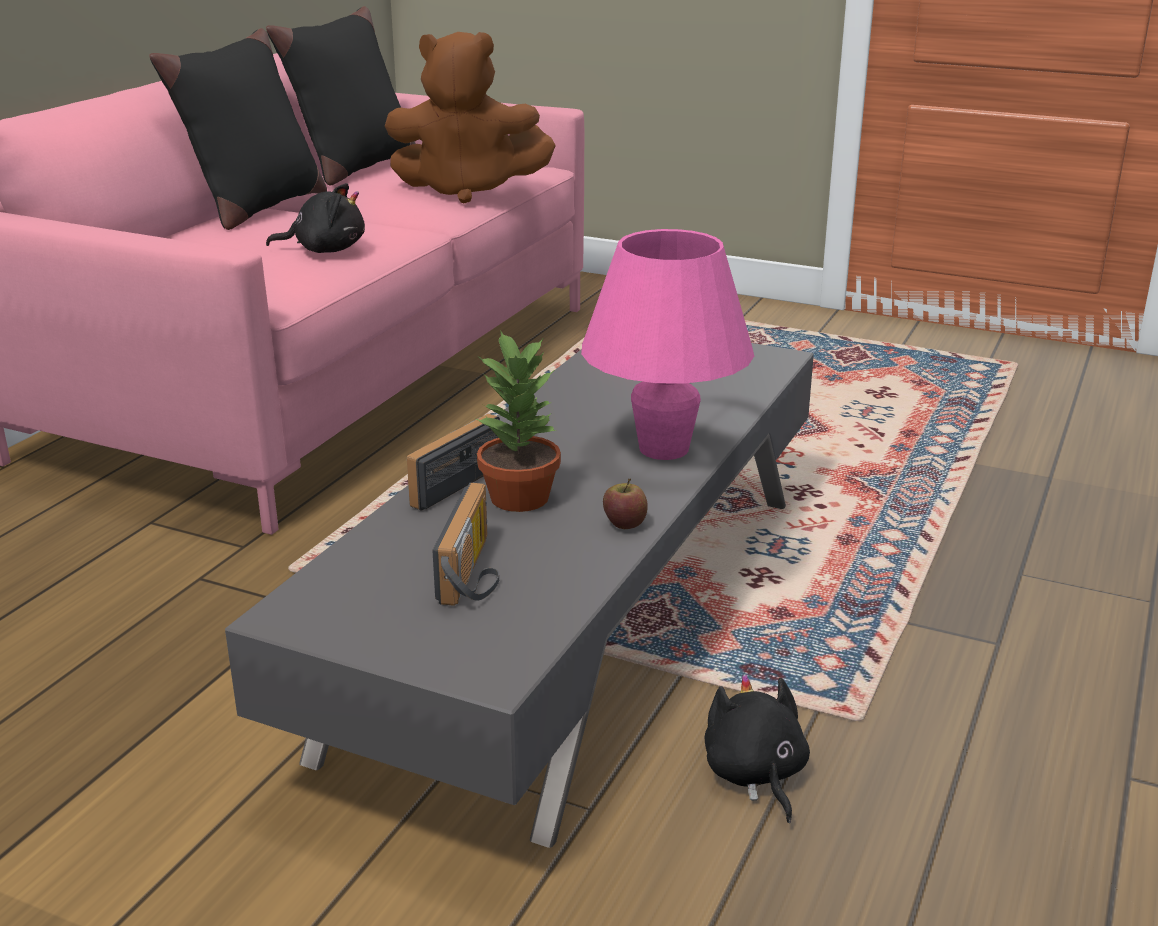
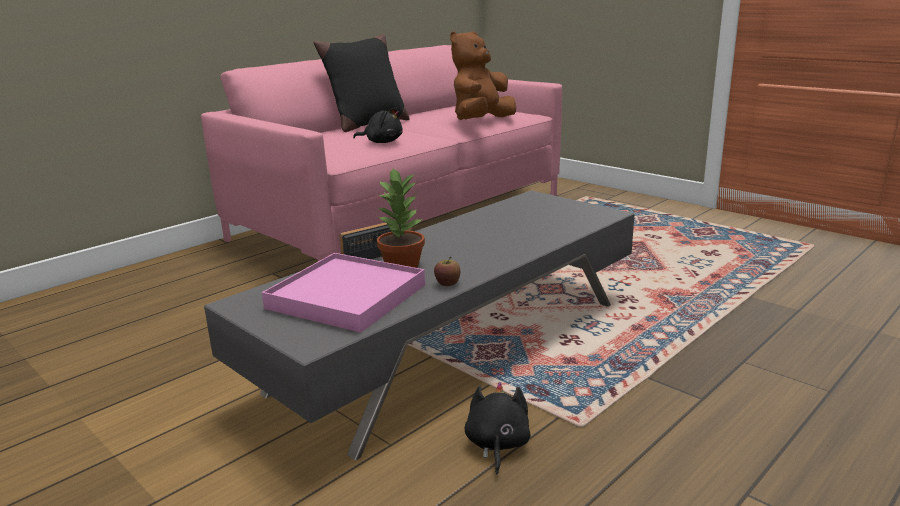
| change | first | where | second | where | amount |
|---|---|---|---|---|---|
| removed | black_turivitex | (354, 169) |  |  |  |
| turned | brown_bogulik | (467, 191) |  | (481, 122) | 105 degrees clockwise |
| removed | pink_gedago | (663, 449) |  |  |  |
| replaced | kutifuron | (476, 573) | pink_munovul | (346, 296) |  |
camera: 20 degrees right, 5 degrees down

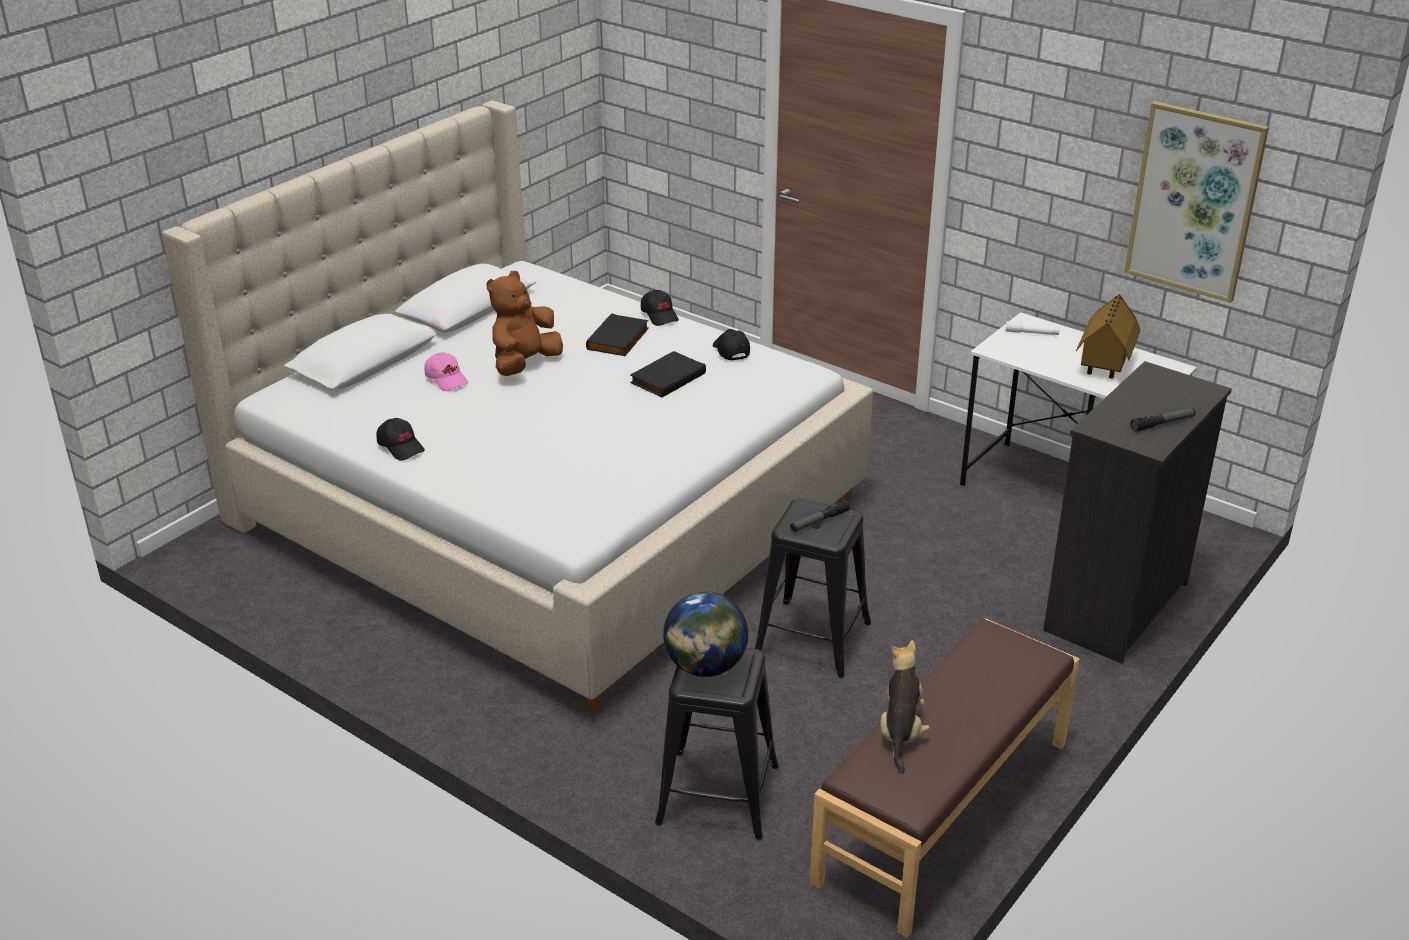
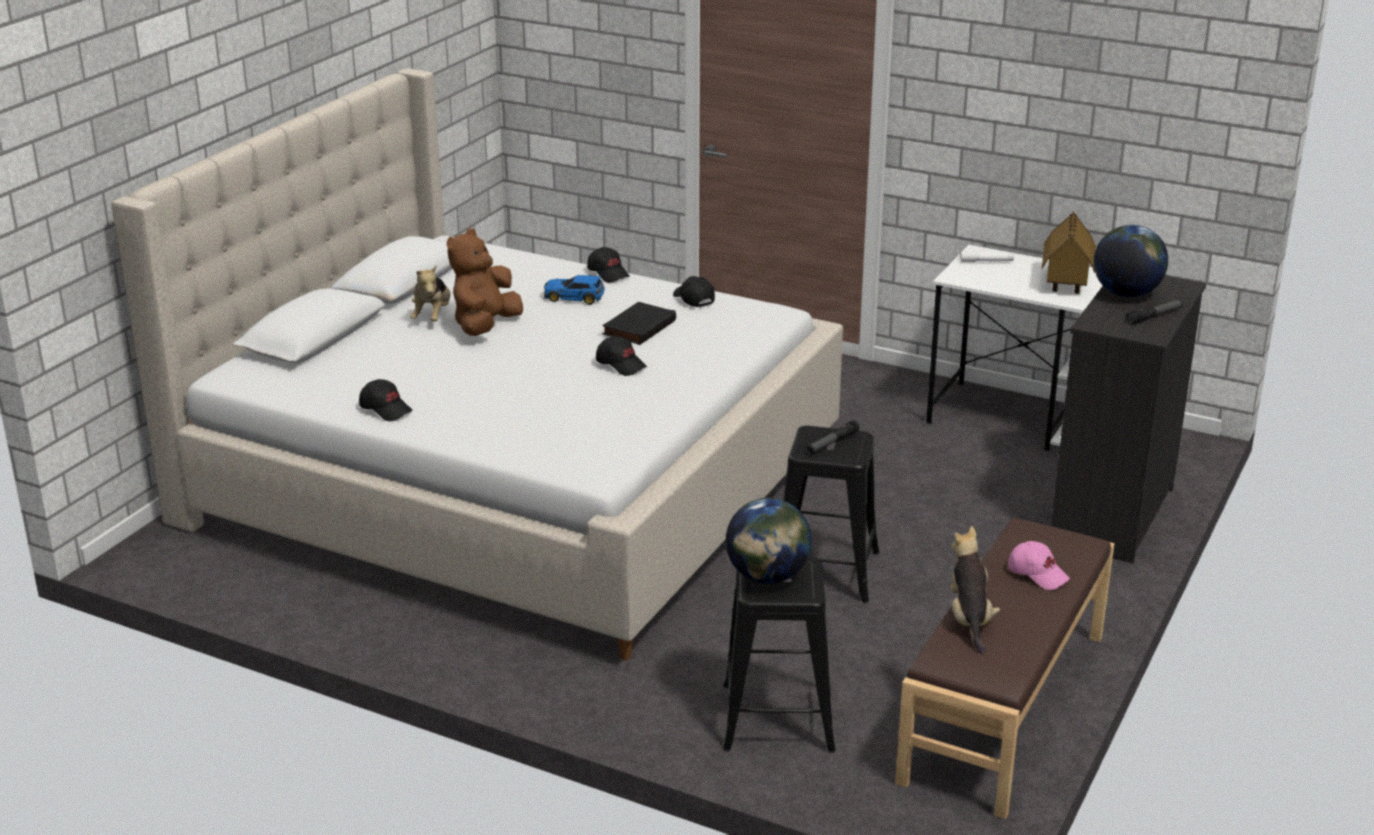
| change | first | where | second | where | amount |
|---|---|---|---|---|---|
| removed | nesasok | (1194, 201) |  |  |  |
| replaced | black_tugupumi | (619, 339) | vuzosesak | (575, 297) |  |
| moved | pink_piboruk | (447, 379) |  | (1038, 574) |  |
| added |  |  | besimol | (1126, 293) |  |
| added |  |  | bogulik | (432, 316) |  |
| added |  |  | black_piboruk | (621, 365) |  |
camera: 10 degrees left, 5 degrees down

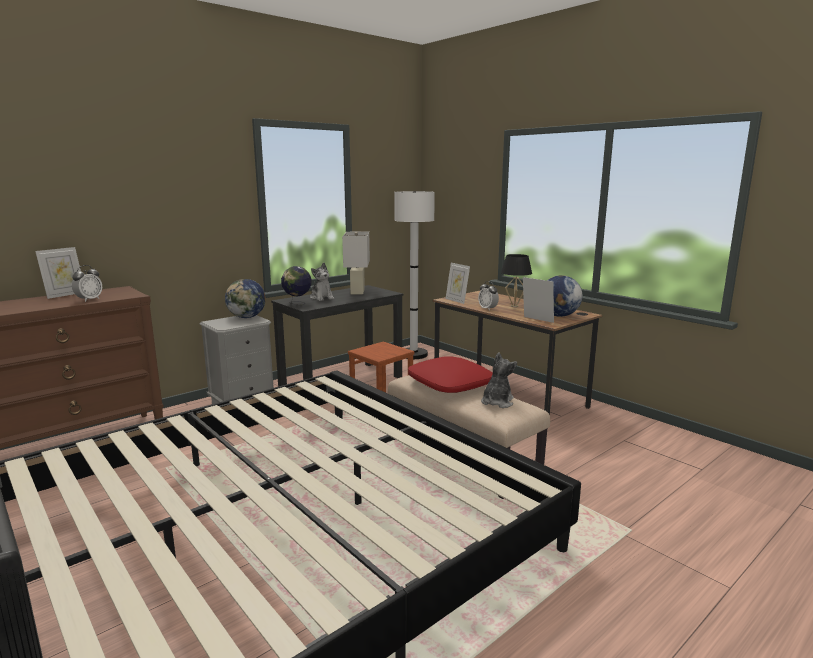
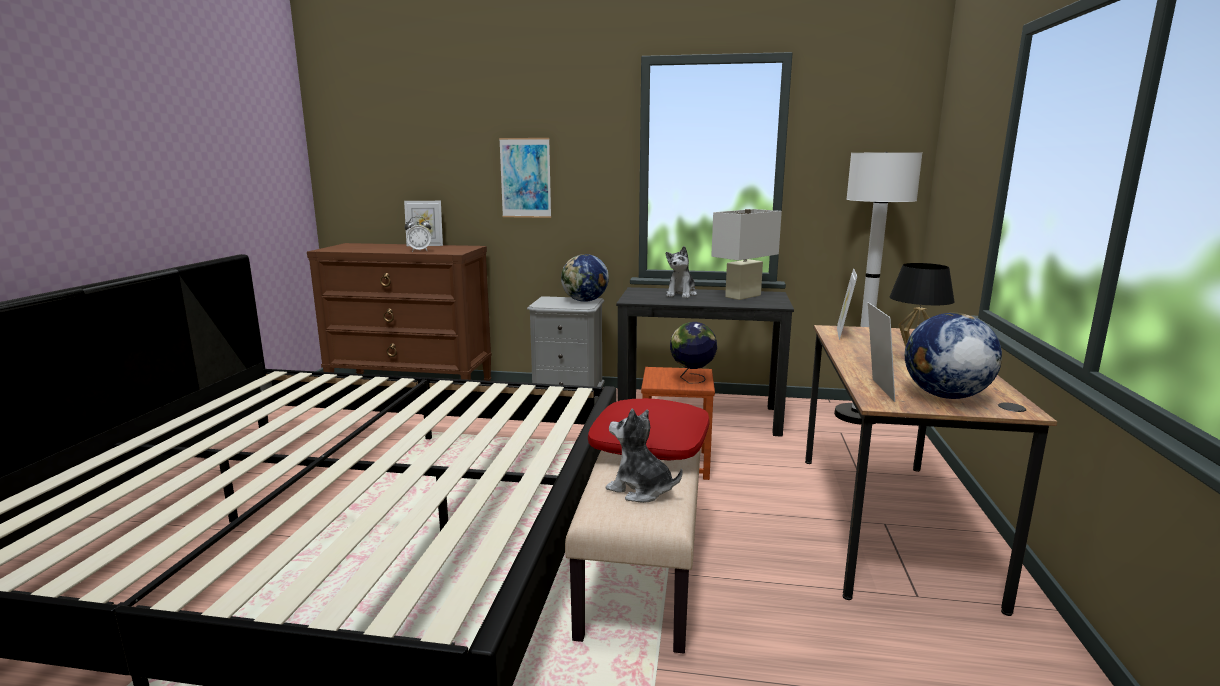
| change | first | where | second | where | amount |
|---|---|---|---|---|---|
| moved | besimol | (297, 304) |  | (692, 380) |  |
| removed | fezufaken | (488, 309) |  |  |  |
| turned | bogulik | (497, 402) |  | (640, 490) | 135 degrees counterclockwise |
| added |  |  | nesasok | (525, 178) |  |
camera: 50 degrees right, 0 degrees up

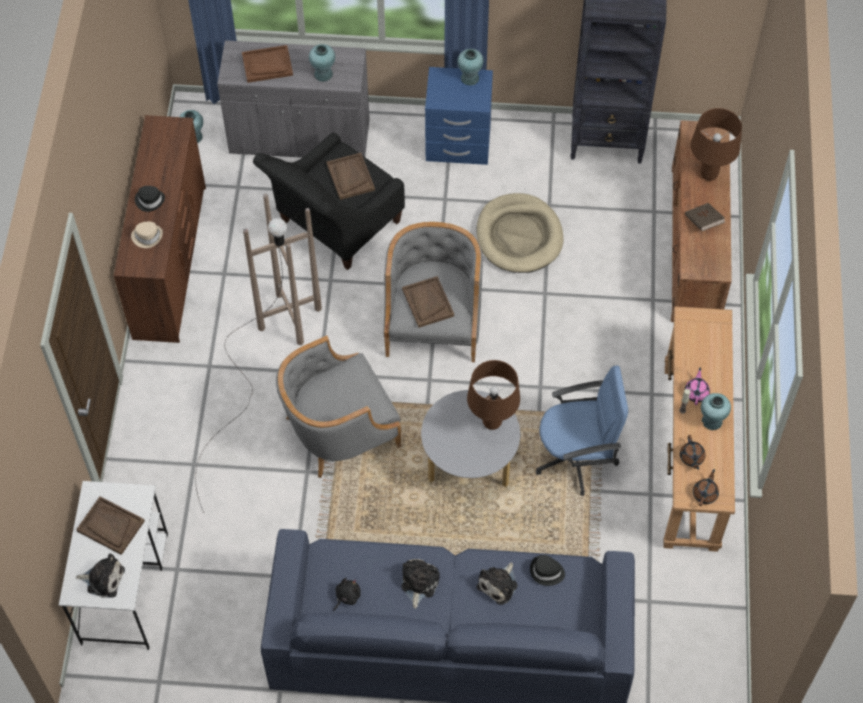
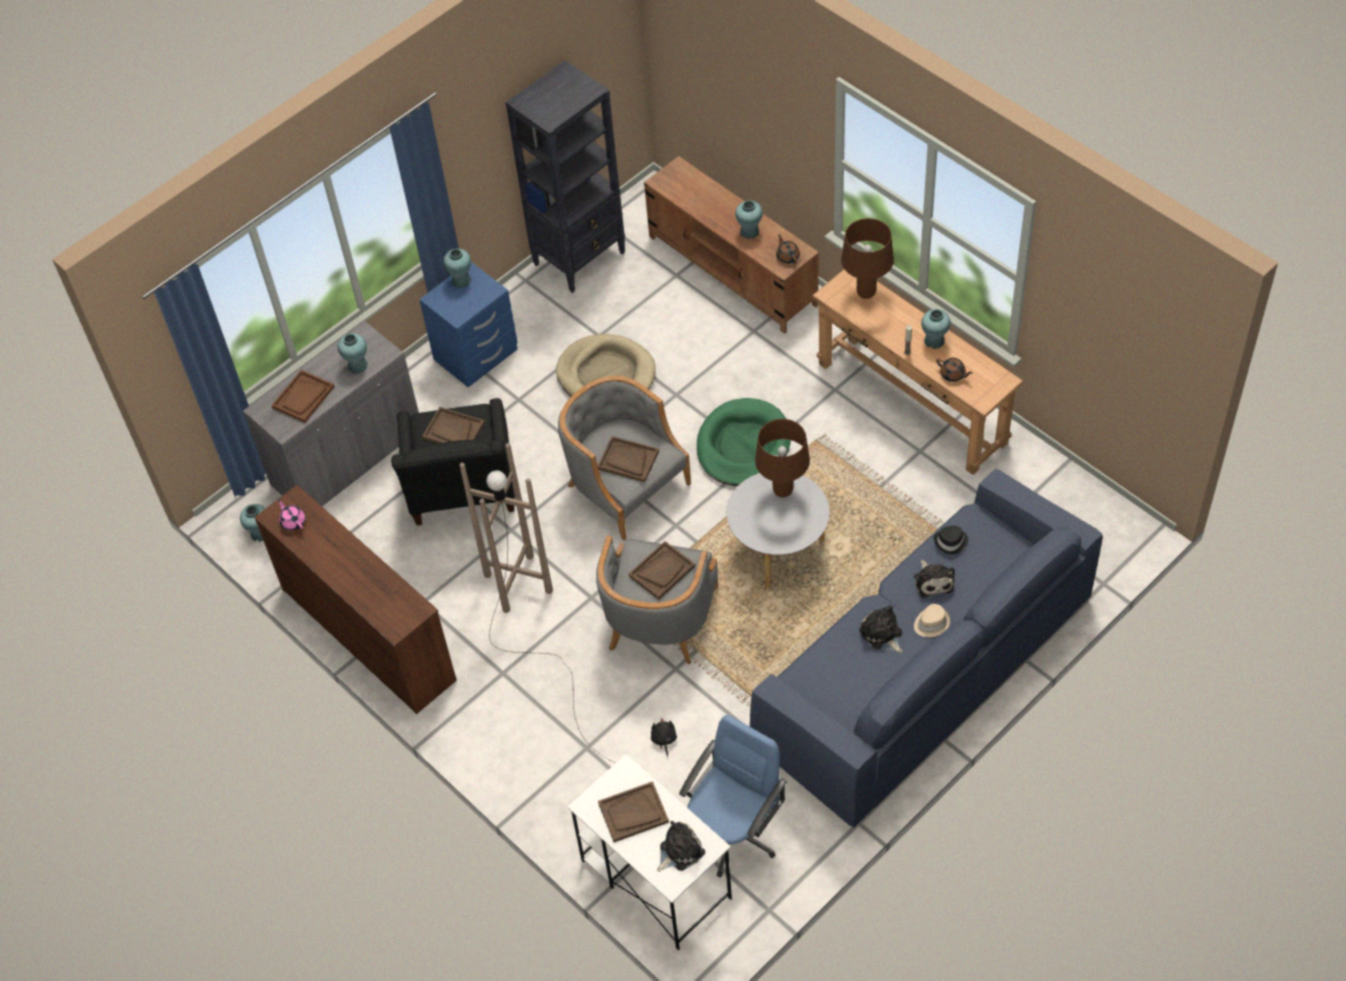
| change | first | where | second | where | amount |
|---|---|---|---|---|---|
| moved | brown_gedago | (708, 174) |  | (865, 293) |  |
| removed | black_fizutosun | (150, 200) |  |  |  |
| replaced | brown_tugupumi | (703, 222) | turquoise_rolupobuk | (749, 232) |  |
| moved | beige_fizutosun | (147, 236) |  | (931, 623) |  |
| moved | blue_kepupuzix | (577, 457) |  | (733, 832) |  |
| moved | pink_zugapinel | (696, 392) |  | (293, 521) |  |
| moved | brown_zugapinel | (705, 493) |  | (787, 256) |  |
| moved | black_bogulik | (347, 596) |  | (664, 740) |  |
| added |  |  | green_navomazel | (743, 446) |  |
| added |  |  | brown_munovul | (662, 571) |  |
camera: 45 degrees left, 5 degrees down

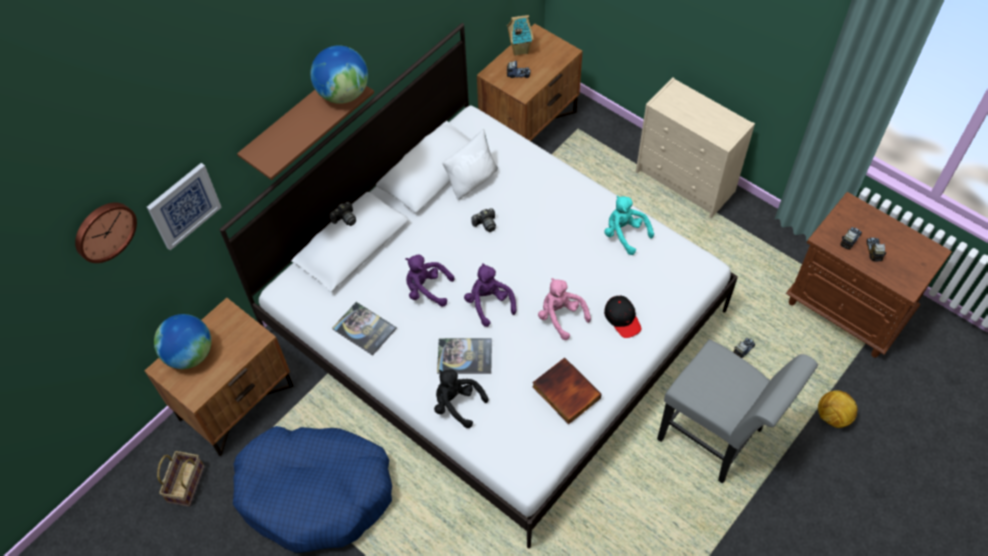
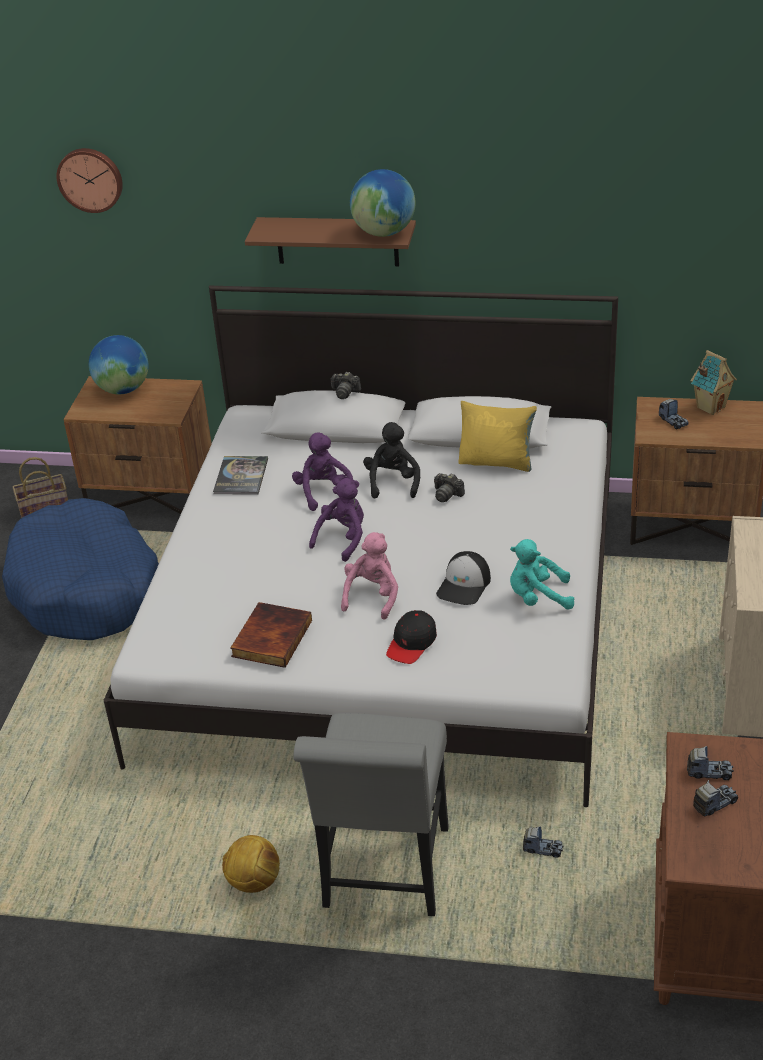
| change | first | where | second | where | amount |
|---|---|---|---|---|---|
| recoloured | white_turivitex | (472, 180) | yellow_turivitex | (497, 462) |  |
| removed | nesasok | (183, 205) |  |  |  |
| turned | turquoise_bogulik | (624, 234) |  | (537, 597) | 105 degrees counterclockwise |
| removed | tugupumi | (464, 356) |  |  |  |
| moved | black_bogulik | (457, 404) |  | (393, 482) |  |
| moved | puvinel | (833, 417) |  | (253, 882) |  |
| added |  |  | piboruk | (464, 585) |  |
camera: 60 degrees right, 20 degrees down

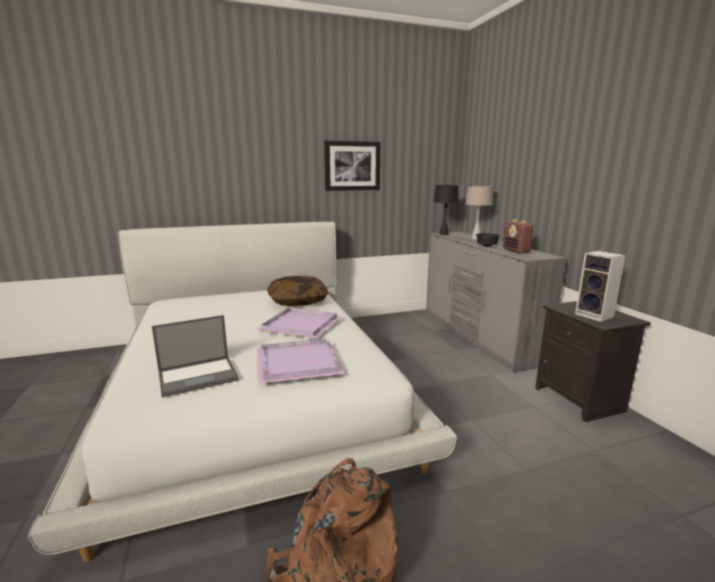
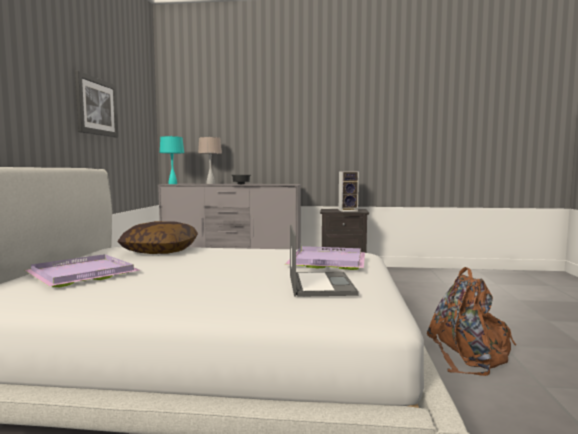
| change | first | where | second | where | amount |
|---|---|---|---|---|---|
| recoloured | black_gedago | (444, 234) | turquoise_gedago | (172, 184) |  |
| removed | kutifuron | (516, 251) |  |  |  |
| moved | purple_munovul | (302, 325) |  | (83, 273) |  |
camera: 65 degrees left, 10 degrees down

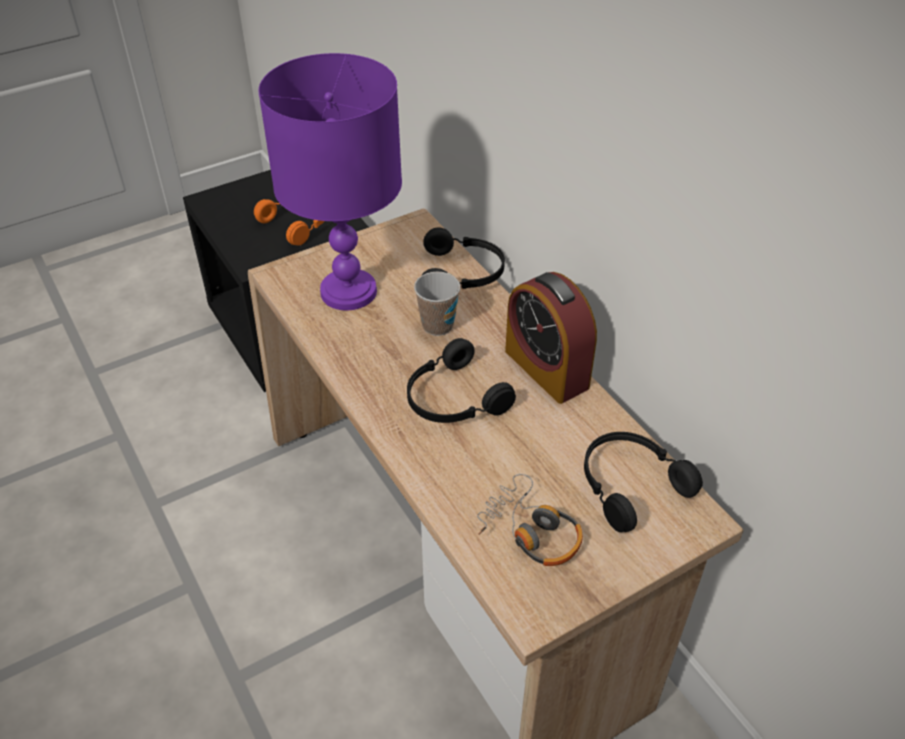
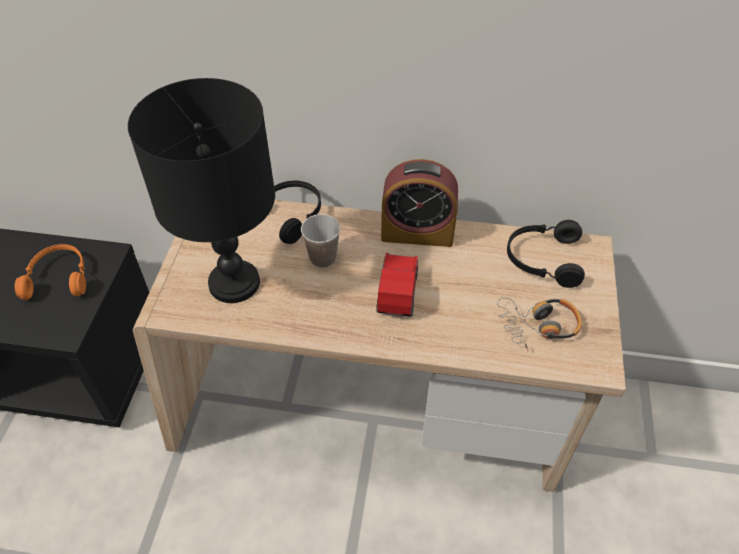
| change | first | where | second | where | amount |
|---|---|---|---|---|---|
| recoloured | purple_gedago | (350, 292) | black_gedago | (235, 282) |  |
| replaced | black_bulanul | (453, 399) | vuzosesak | (397, 293) |  |
camera: 50 degrees left, 5 degrees up

